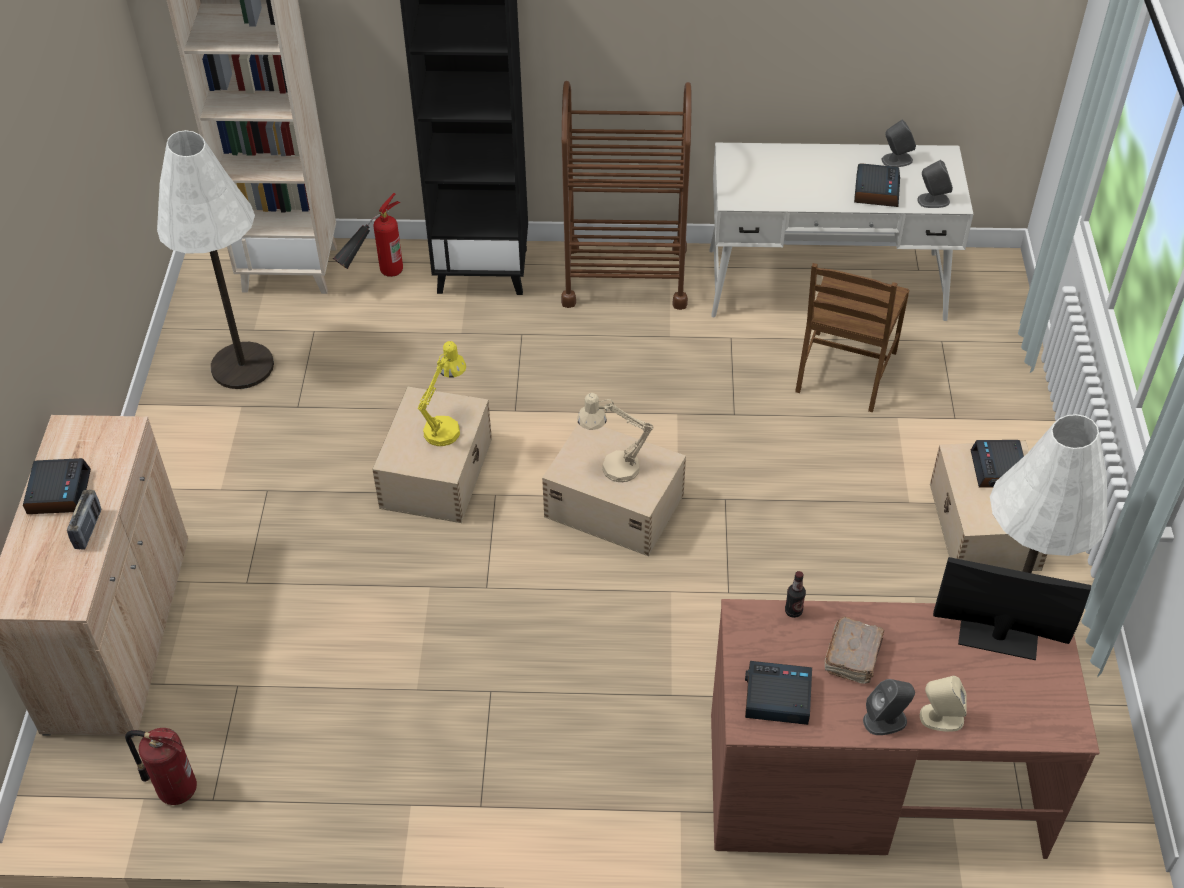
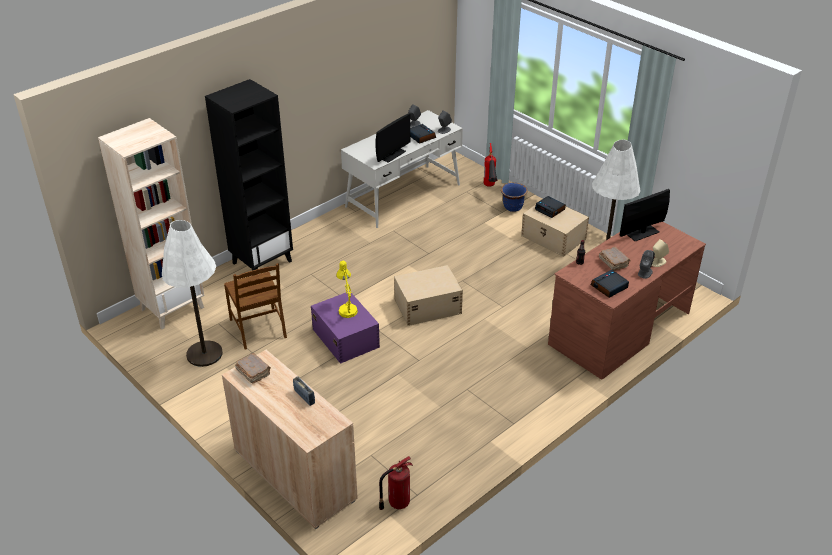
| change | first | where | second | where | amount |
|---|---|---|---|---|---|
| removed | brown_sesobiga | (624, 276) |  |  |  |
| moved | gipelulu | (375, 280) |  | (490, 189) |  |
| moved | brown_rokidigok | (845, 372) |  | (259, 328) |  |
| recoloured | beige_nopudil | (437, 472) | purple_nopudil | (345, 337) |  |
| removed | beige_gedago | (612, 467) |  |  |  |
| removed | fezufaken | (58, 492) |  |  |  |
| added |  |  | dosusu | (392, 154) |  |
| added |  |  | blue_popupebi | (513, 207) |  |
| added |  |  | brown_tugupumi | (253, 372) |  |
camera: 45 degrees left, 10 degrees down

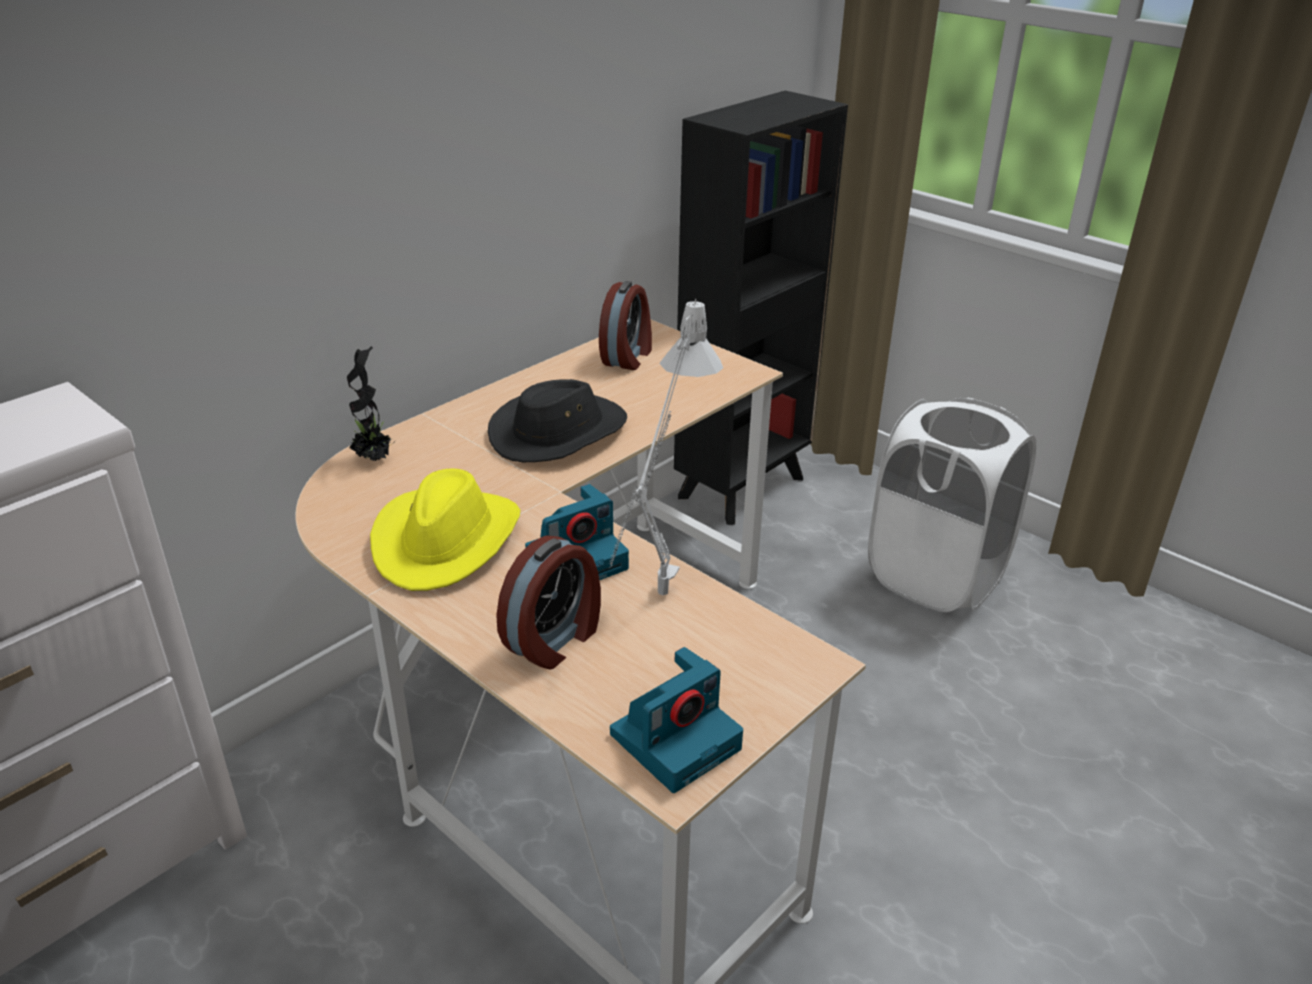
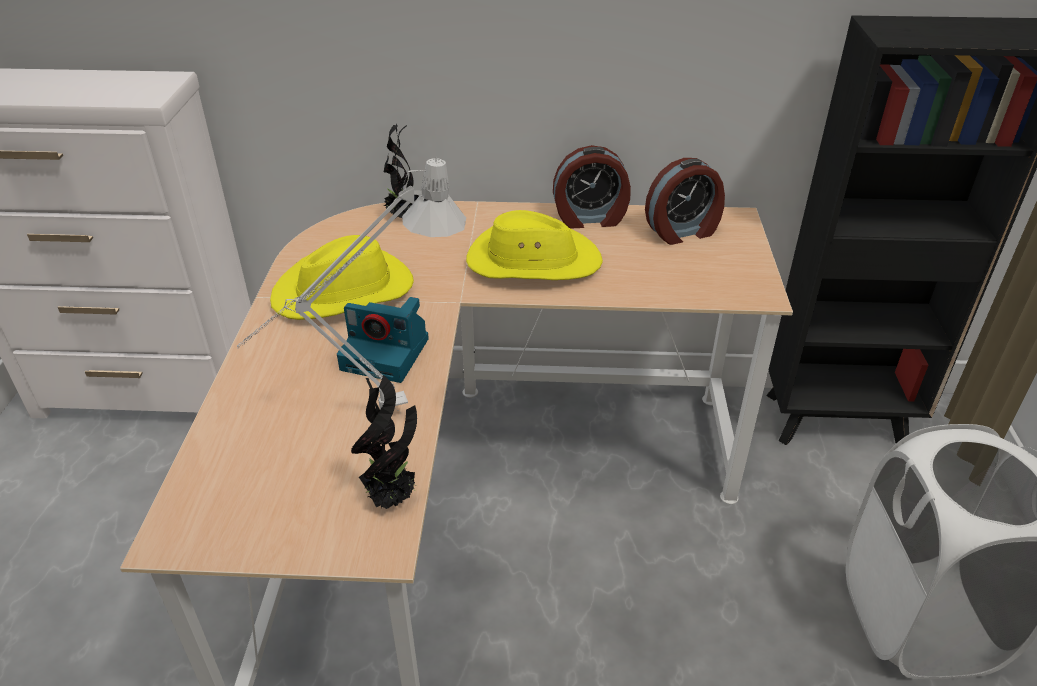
| change | first | where | second | where | amount |
|---|---|---|---|---|---|
| recoloured | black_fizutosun | (558, 432) | yellow_fizutosun | (532, 261) |  |
| moved | fezufaken | (555, 639) |  | (590, 219) |  |
| removed | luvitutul | (676, 739) |  |  |  |
| added |  |  | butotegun | (393, 498) |  |
camera: 50 degrees right, 5 degrees up

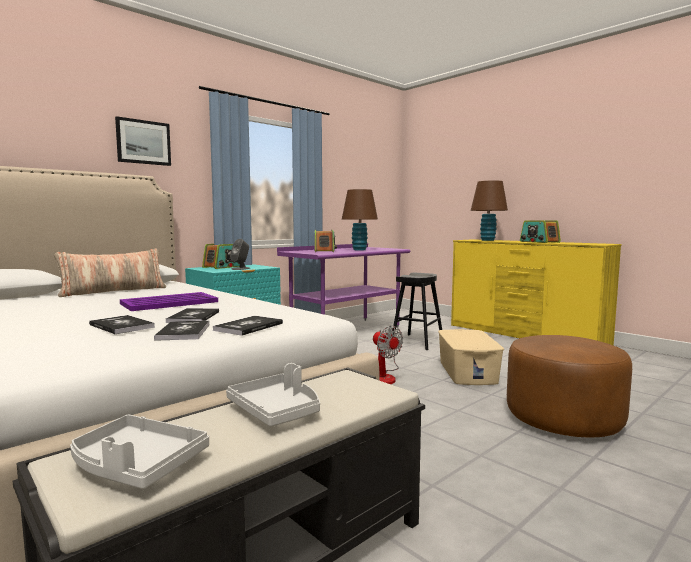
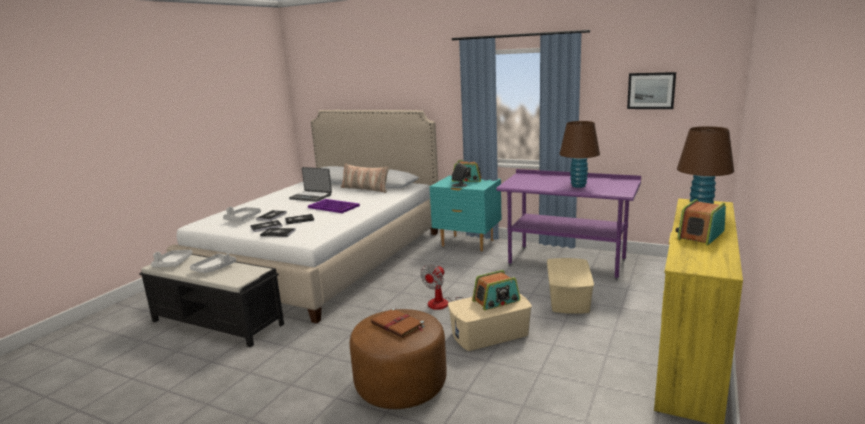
| change | first | where | second | where | amount |
|---|---|---|---|---|---|
| moved | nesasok | (143, 142) |  | (651, 90) |  |
| moved | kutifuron | (324, 251) |  | (496, 301) |  |
| replaced | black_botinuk | (417, 342) | beige_nopudil | (568, 298) |  |
| added |  |  | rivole | (311, 197) |  |
| added |  |  | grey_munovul | (242, 218) |  |
| added |  |  | brown_tugupumi | (398, 325) |  |
camera: 70 degrees right, 10 degrees up

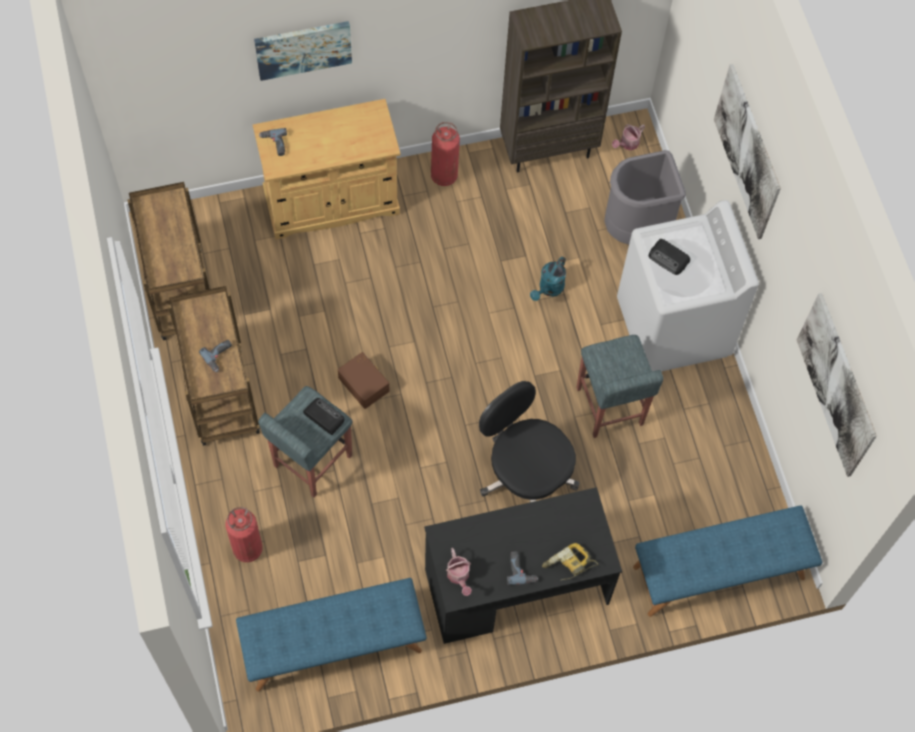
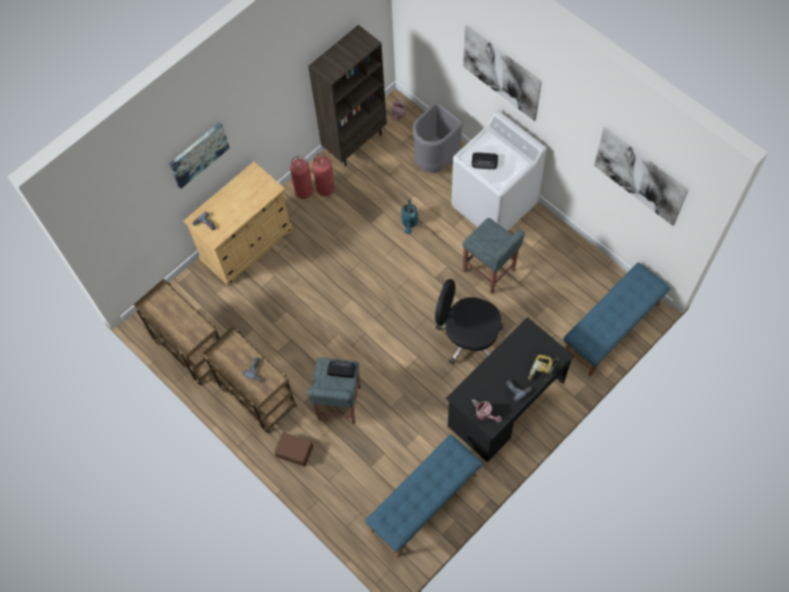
| change | first | where | second | where | amount |
|---|---|---|---|---|---|
| moved | brown_nopudil | (364, 383) |  | (294, 450) |  |
| moved | gipelulu | (247, 549) |  | (325, 189) |  |
camera: 25 degrees left, 0 degrees up

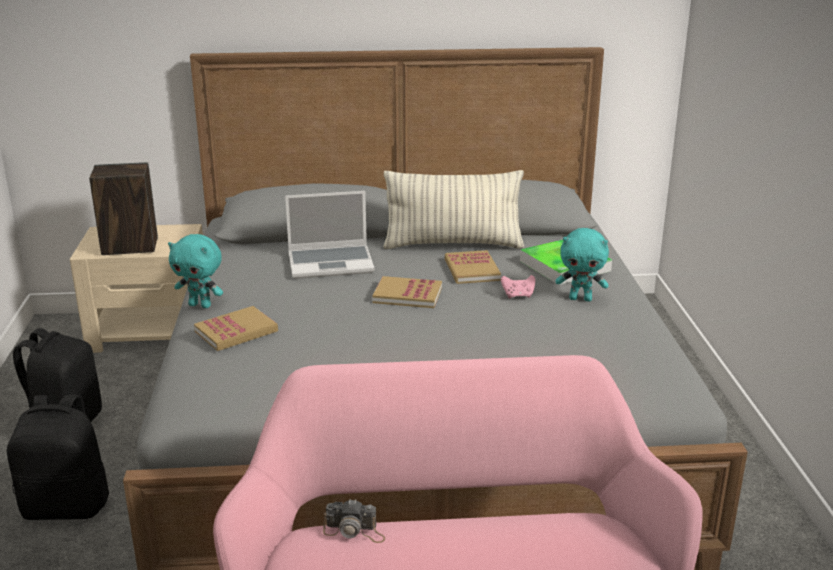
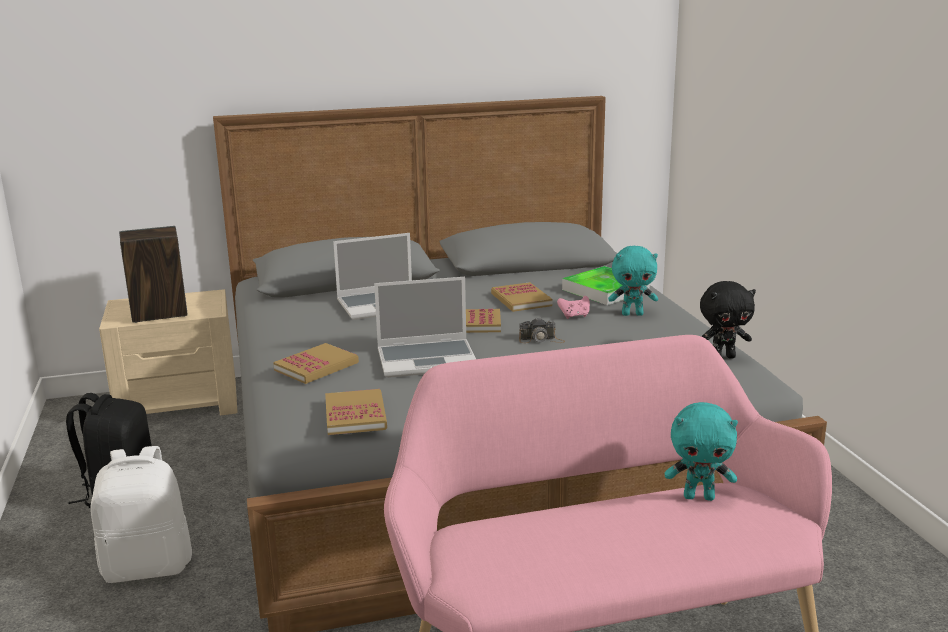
| change | first | where | second | where | amount |
|---|---|---|---|---|---|
| removed | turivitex | (453, 244) |  |  |  |
| moved | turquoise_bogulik | (201, 305) |  | (699, 496) |  |
| recoloured | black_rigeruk | (67, 506) | white_rigeruk | (148, 566) |  |
| moved | luvitutul | (354, 531) |  | (541, 340) |  |
| added |  |  | rivole | (428, 359) |  |
| added |  |  | black_bogulik | (723, 357) |  |
| added |  |  | tugupumi | (355, 415) |  |
camera: 10 degrees left, 5 degrees down

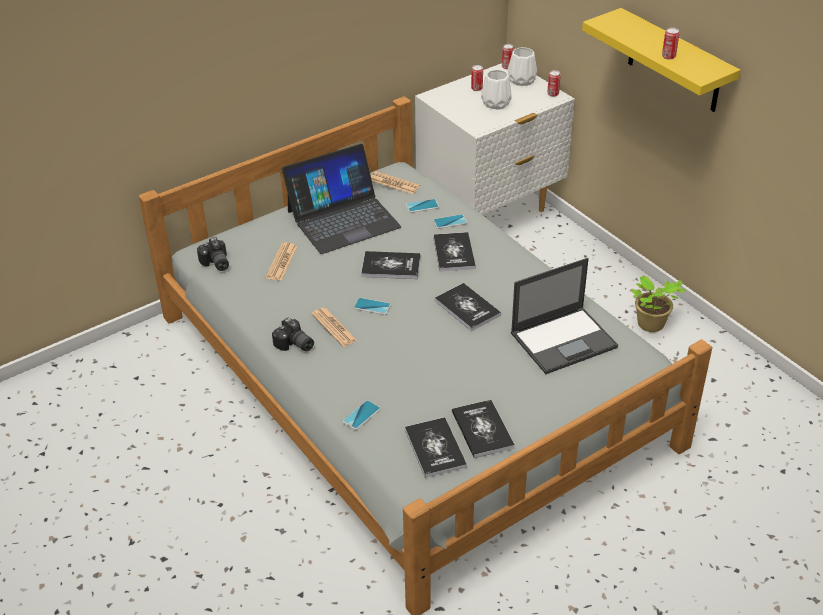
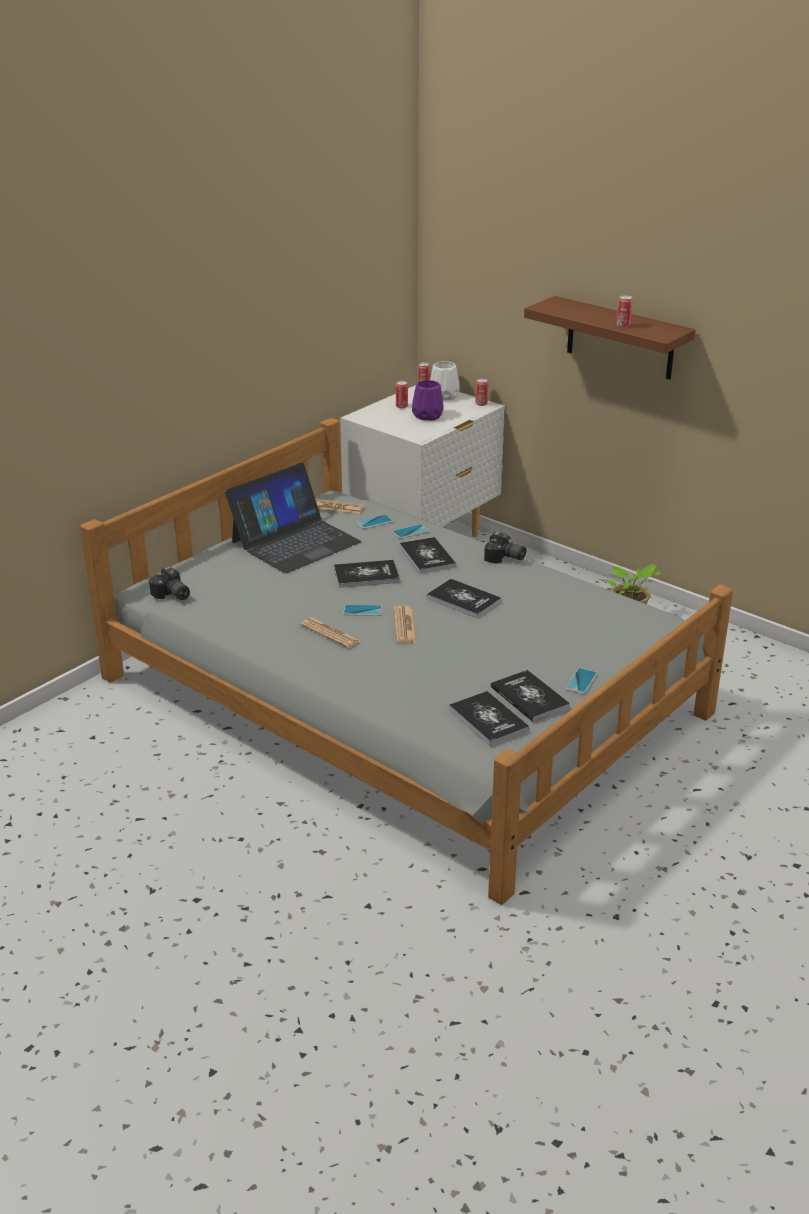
| change | first | where | second | where | amount |
|---|---|---|---|---|---|
| recoloured | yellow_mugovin | (674, 62) | brown_mugovin | (620, 338) |  |
| recoloured | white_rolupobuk | (496, 103) | purple_rolupobuk | (428, 416) |  |
| moved | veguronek | (281, 262) |  | (404, 626) |  |
| removed | rivole | (564, 340) |  |  |  |
| moved | luvitutul | (294, 345) |  | (504, 558) |  |
| moved | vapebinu | (361, 415) |  | (581, 681) |  |
camera: 15 degrees left, 10 degrees down

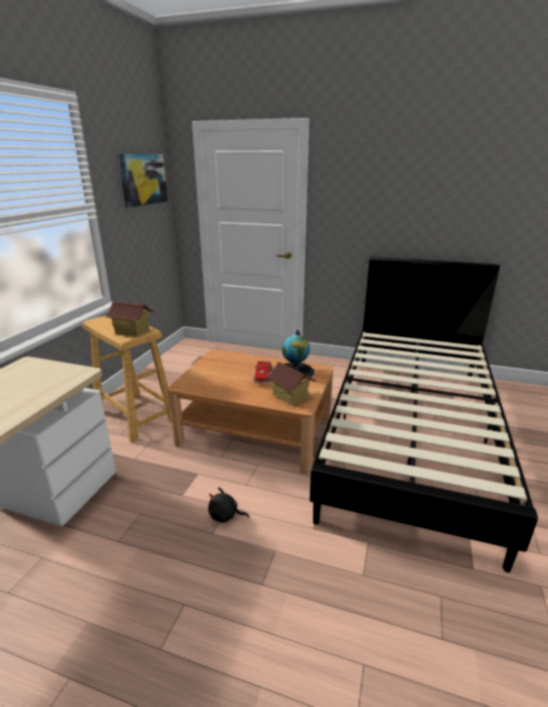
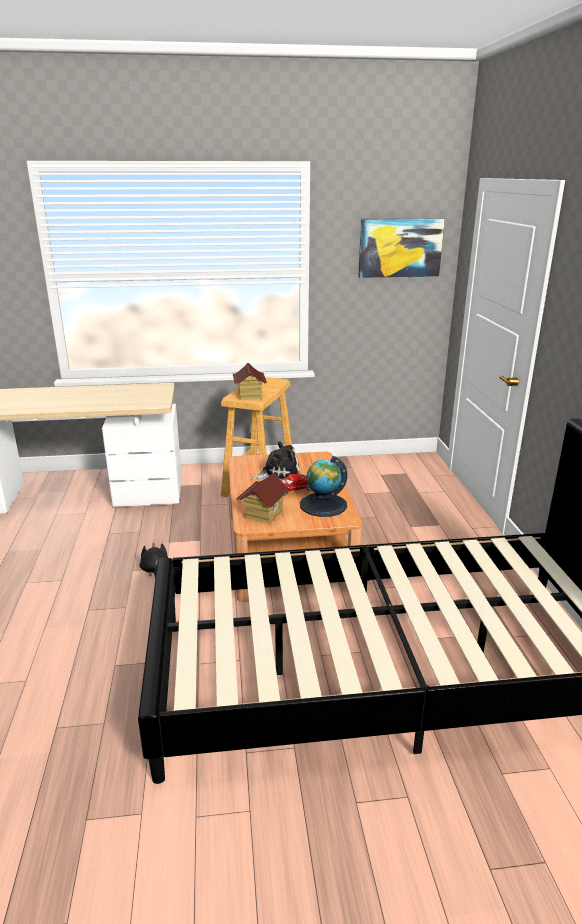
| change | first | where | second | where | amount |
|---|---|---|---|---|---|
| added |  |  | bogulik | (278, 474) |  |
camera: 65 degrees right, 0 degrees up

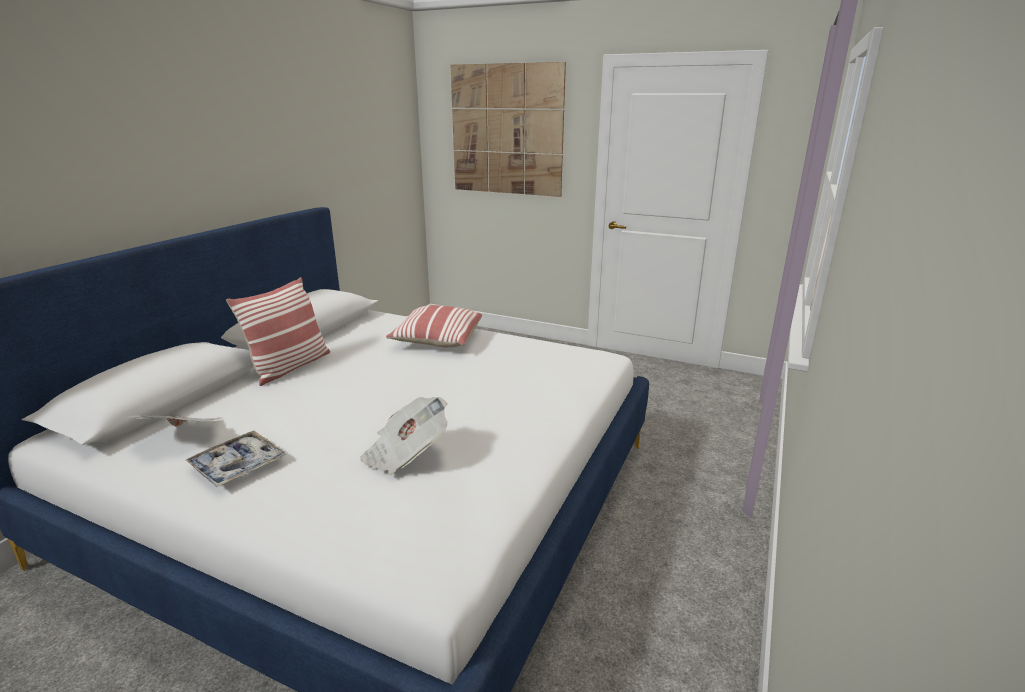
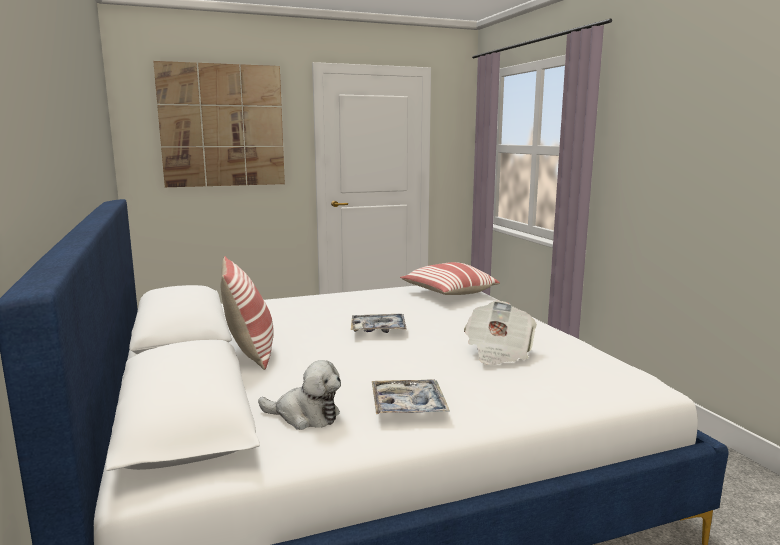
| change | first | where | second | where | amount |
|---|---|---|---|---|---|
| moved | turivitex | (437, 340) |  | (448, 294) |  |
| replaced | veguronek | (184, 437) | bogulik | (305, 416) |  |
| added |  |  | munovul | (378, 329) |  |
camera: 45 degrees left, 10 degrees down

